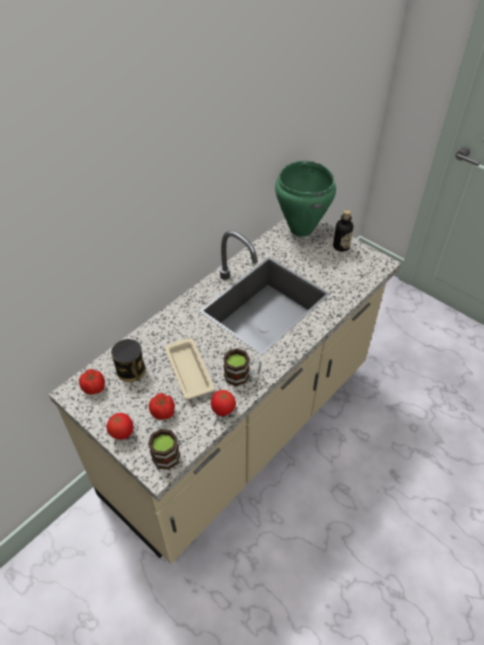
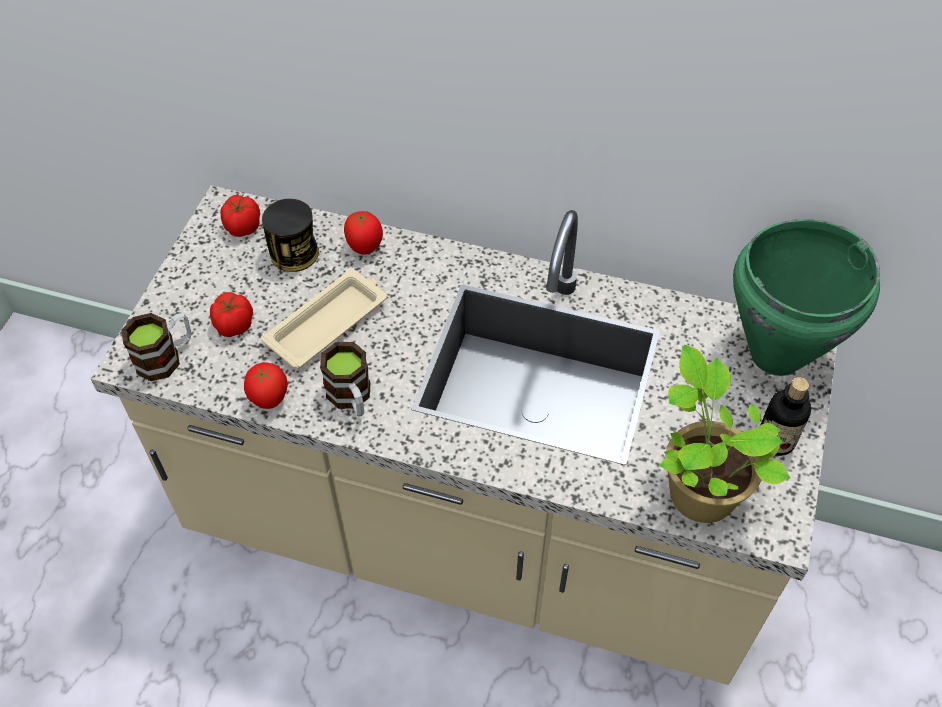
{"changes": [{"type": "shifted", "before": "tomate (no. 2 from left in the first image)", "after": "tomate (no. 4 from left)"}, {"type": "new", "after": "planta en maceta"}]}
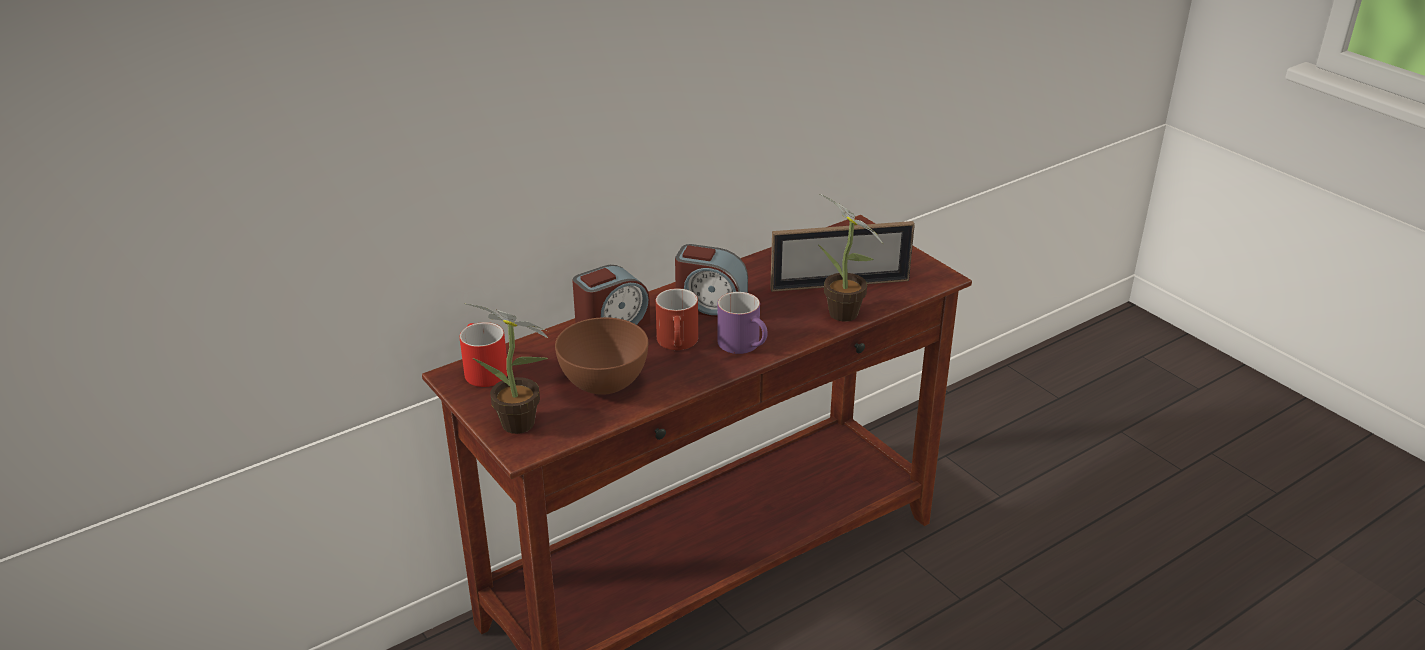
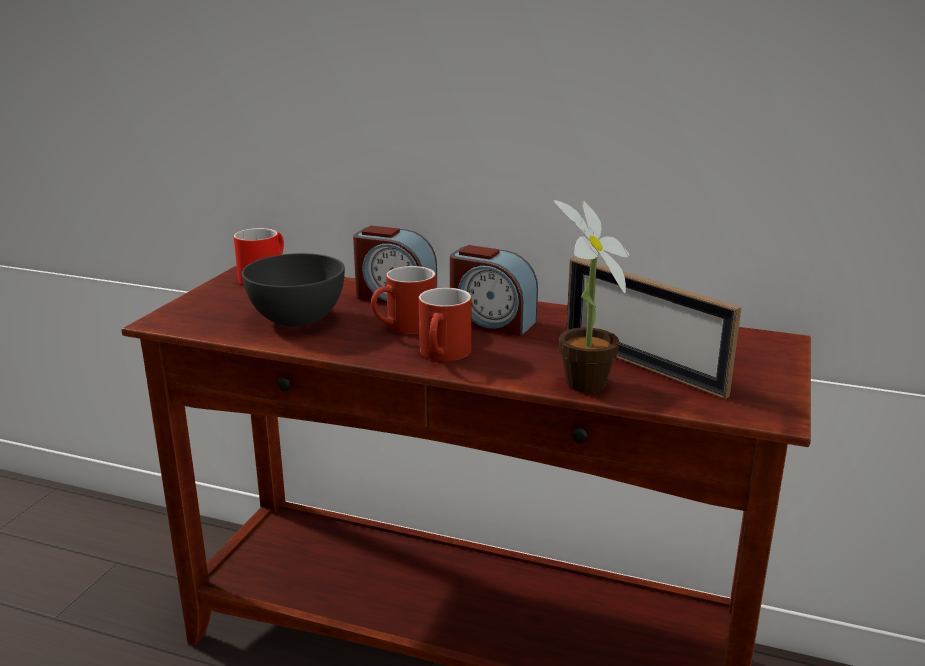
{"changes": [{"type": "gone", "before": "planta en maceta (no. 1 from left)"}, {"type": "repainted", "before": "cuenco (marrón)", "after": "cuenco (gris)"}, {"type": "rotated", "before": "despertador (no. 2 from left)", "turn": -45}, {"type": "repainted", "before": "taza grande (morado)", "after": "taza grande (rojo) (no. 3 from left)"}]}
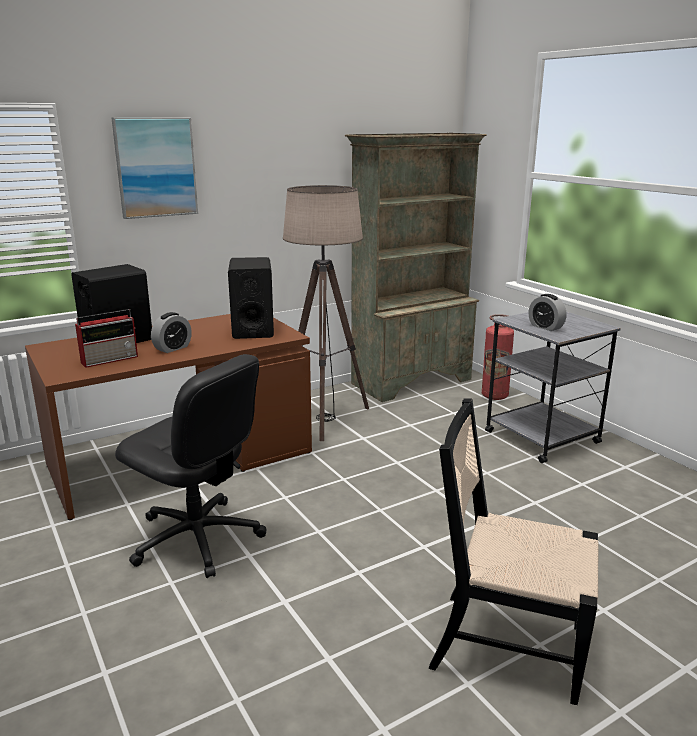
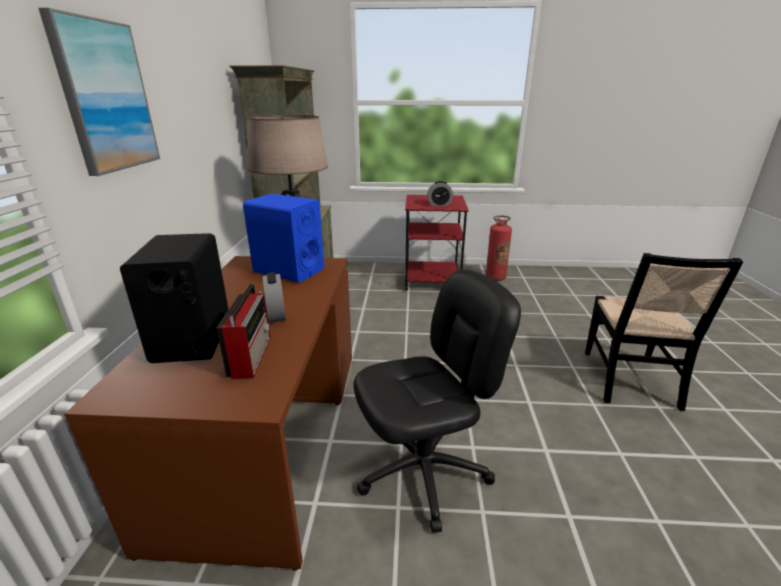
{"changes": [{"type": "repainted", "before": "altavoz (negro) (no. 2 from left)", "after": "altavoz (azul)"}, {"type": "rotated", "before": "silla", "turn": -45}, {"type": "shifted", "before": "extintor"}, {"type": "repainted", "before": "carrito (gris)", "after": "carrito (rojo)"}]}
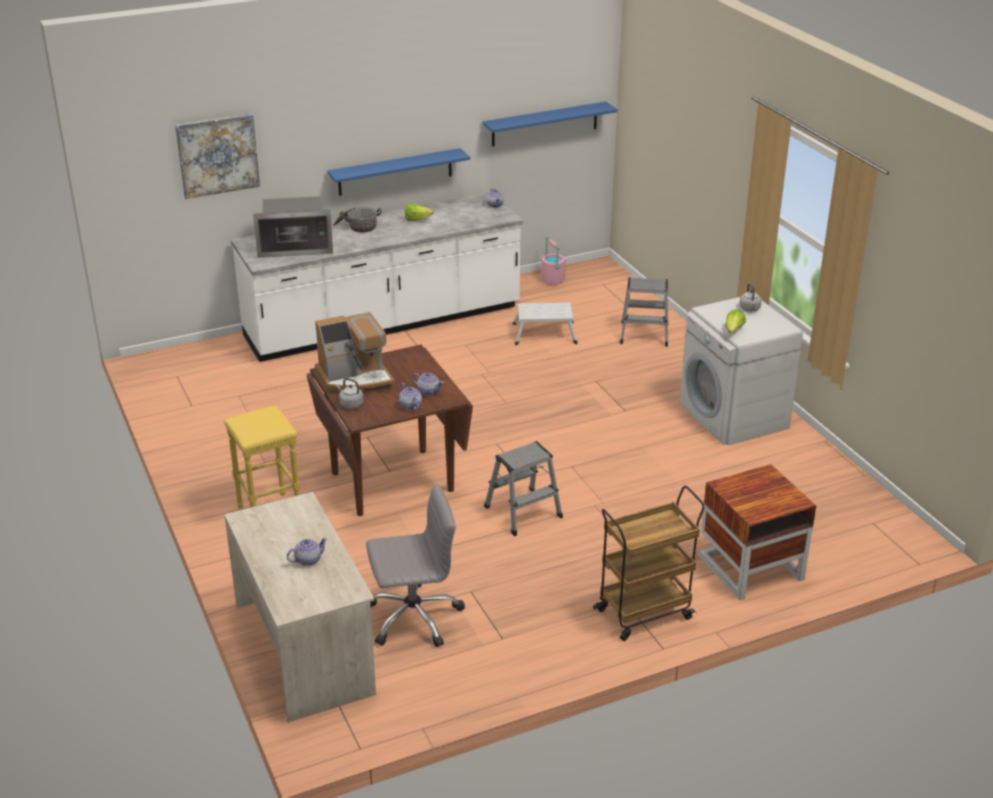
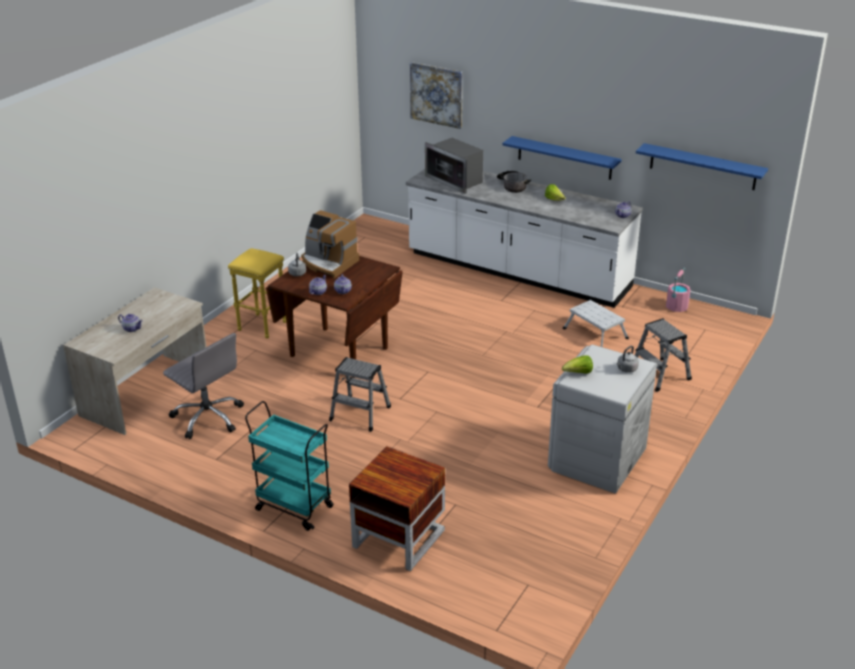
{"changes": [{"type": "repainted", "before": "carrito (marrón)", "after": "carrito (turquesa)"}]}
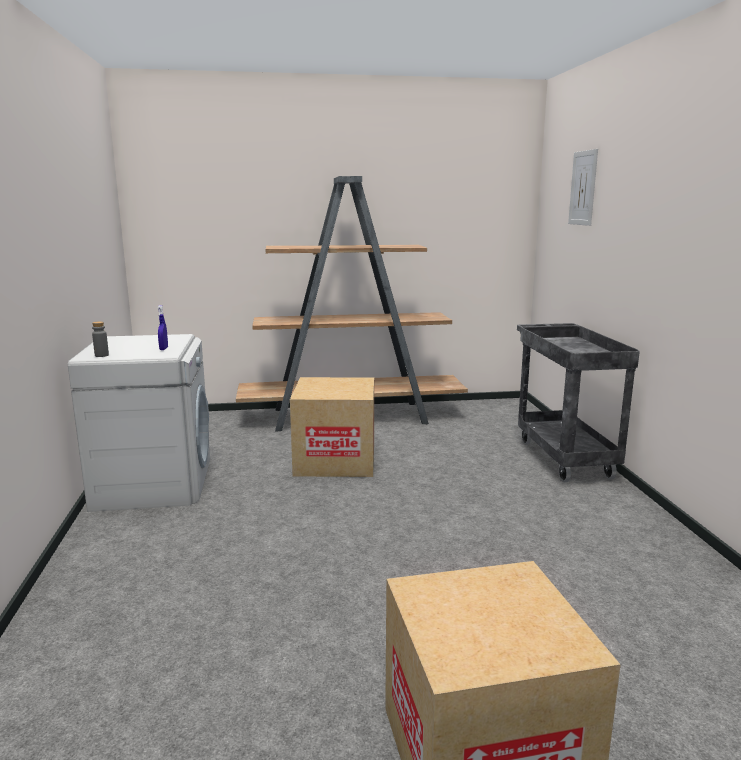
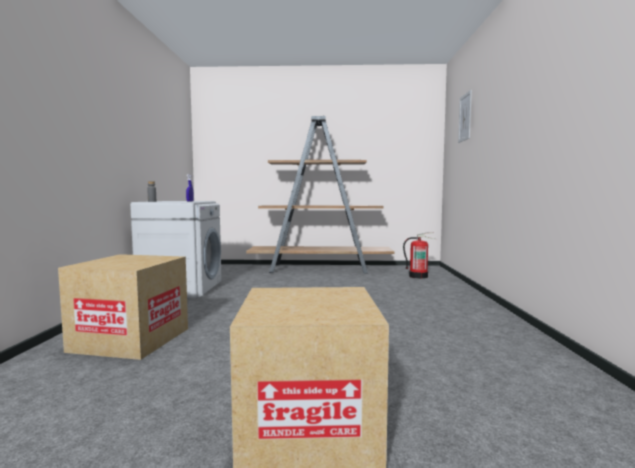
{"changes": [{"type": "shifted", "before": "caja de cartón (no. 1 from left)"}, {"type": "gone", "before": "carrito (gris)"}, {"type": "new", "after": "extintor"}]}
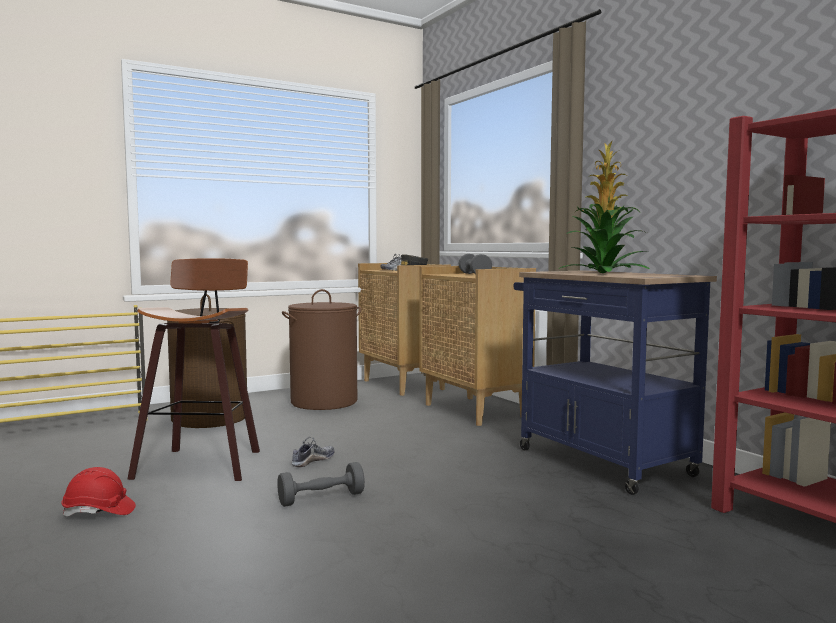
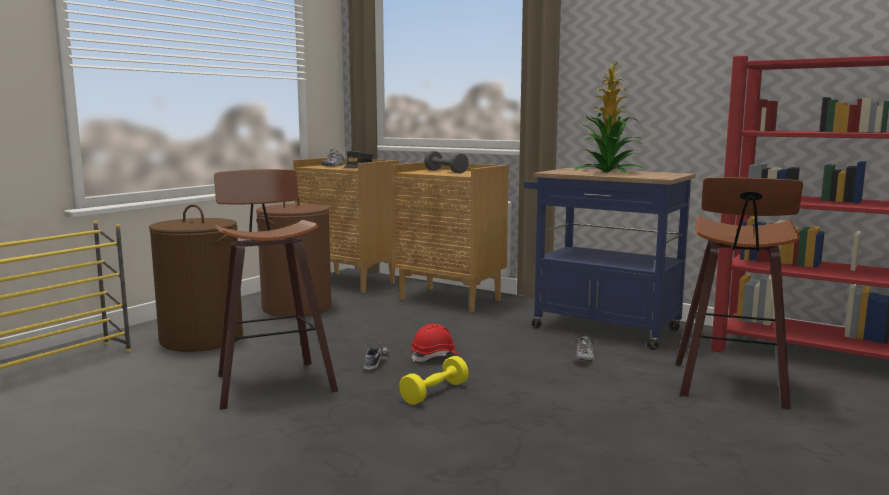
{"changes": [{"type": "shifted", "before": "casco (rojo)"}, {"type": "repainted", "before": "mancuerna (gris) (no. 1 from left)", "after": "mancuerna (amarillo)"}, {"type": "new", "after": "zapato (no. 3 from left)"}, {"type": "new", "after": "taburete (no. 2 from left)"}]}
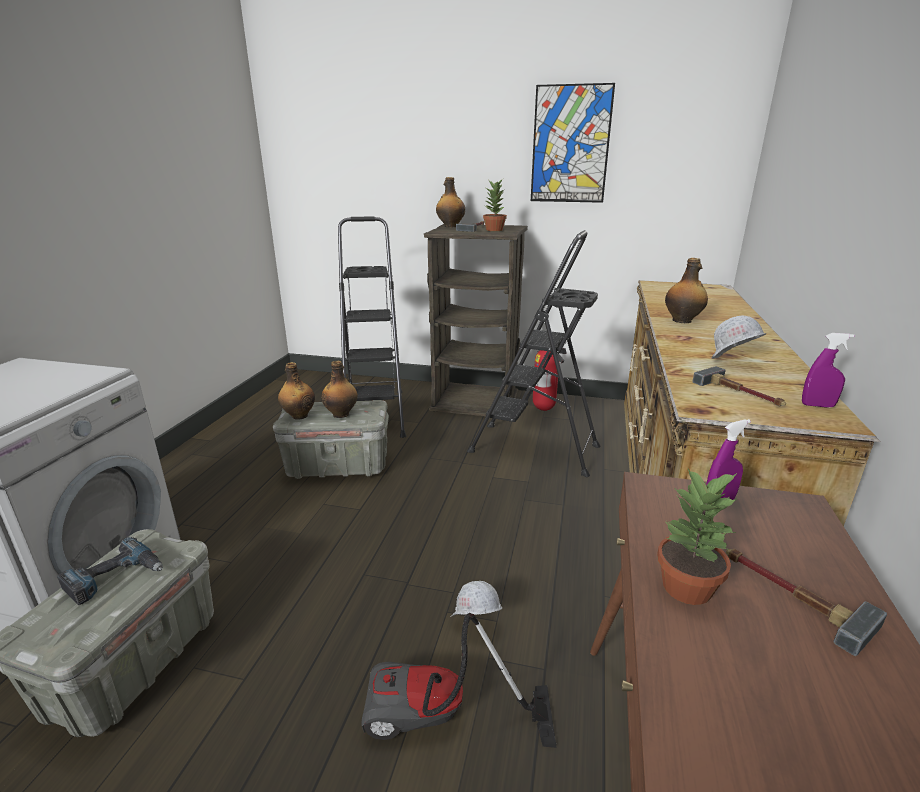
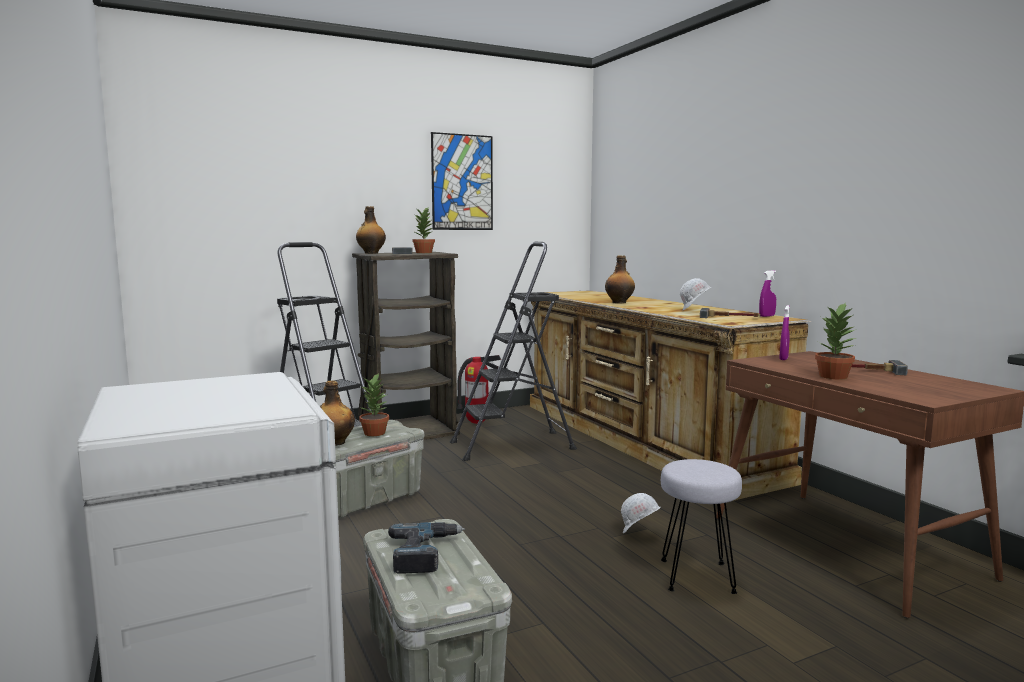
{"changes": [{"type": "swapped", "before": "botella (no. 2 from left)", "after": "planta en maceta (no. 1 from left)"}, {"type": "swapped", "before": "aspiradora", "after": "taburete (gris)"}]}
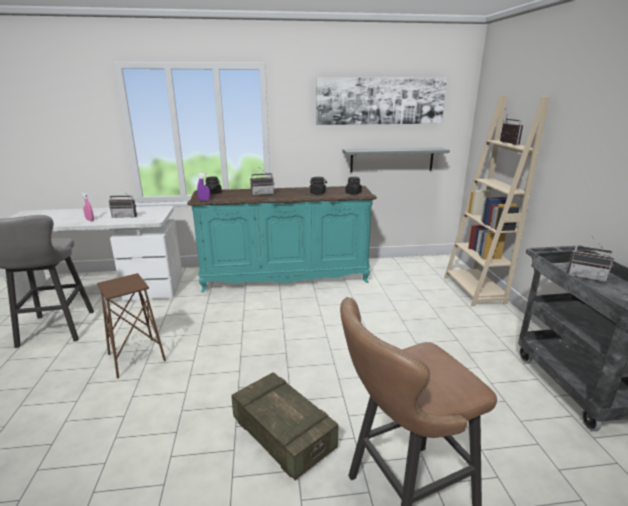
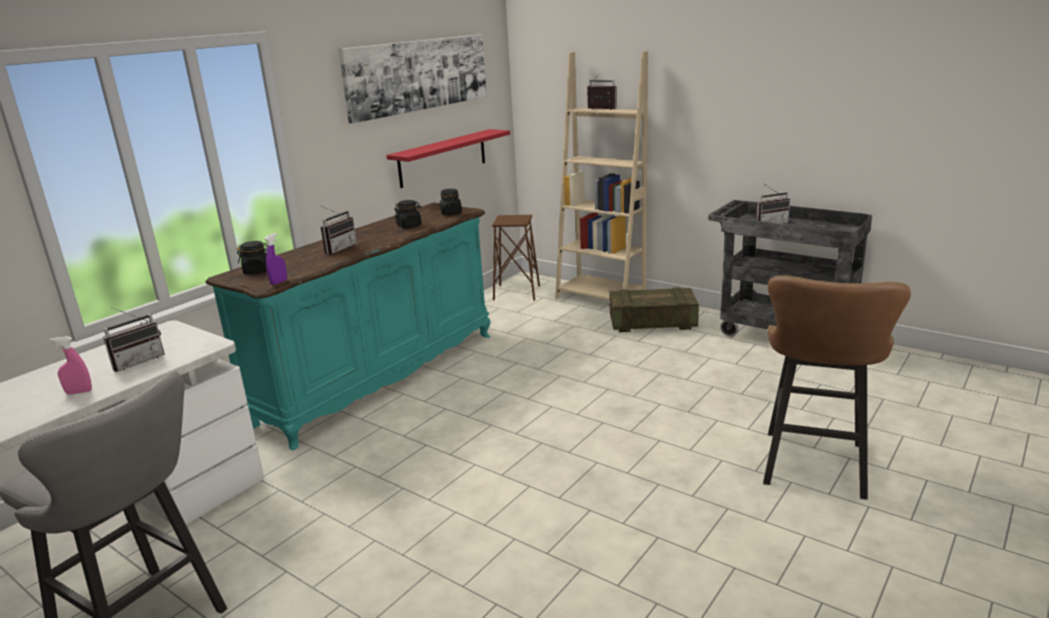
{"changes": [{"type": "shifted", "before": "taburete (marrón) (no. 1 from left)"}, {"type": "shifted", "before": "caja de embalaje"}, {"type": "repainted", "before": "estante (gris)", "after": "estante (rojo)"}]}
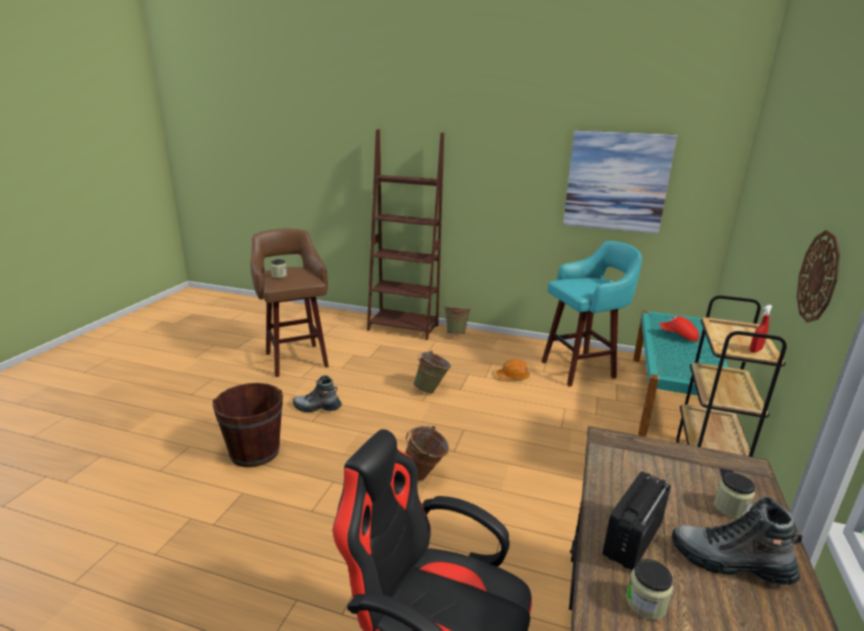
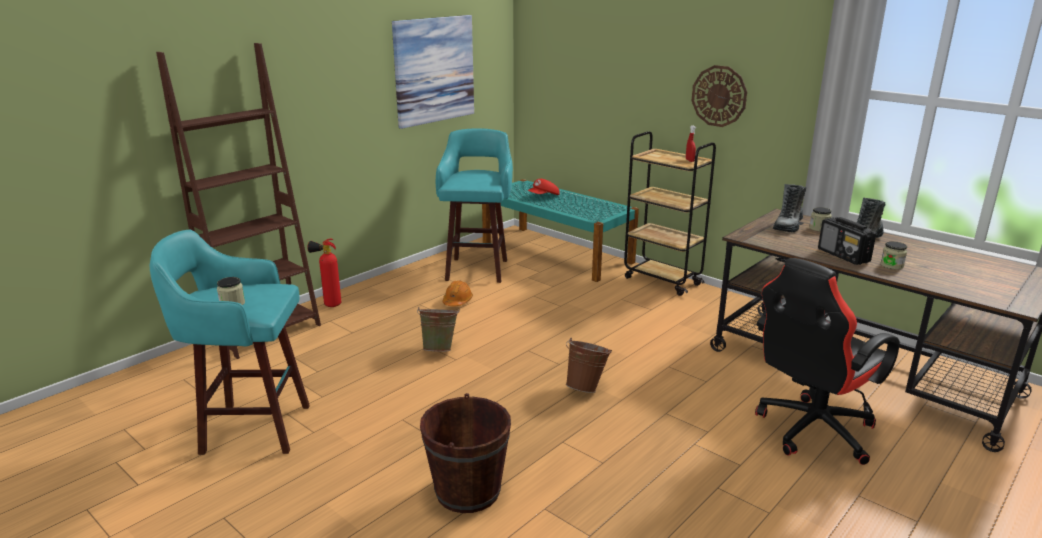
{"changes": [{"type": "repainted", "before": "taburete (marrón)", "after": "taburete (turquesa) (no. 1 from left)"}, {"type": "shifted", "before": "bota (no. 1 from left)"}, {"type": "swapped", "before": "cubo (verde) (no. 2 from left)", "after": "extintor"}]}
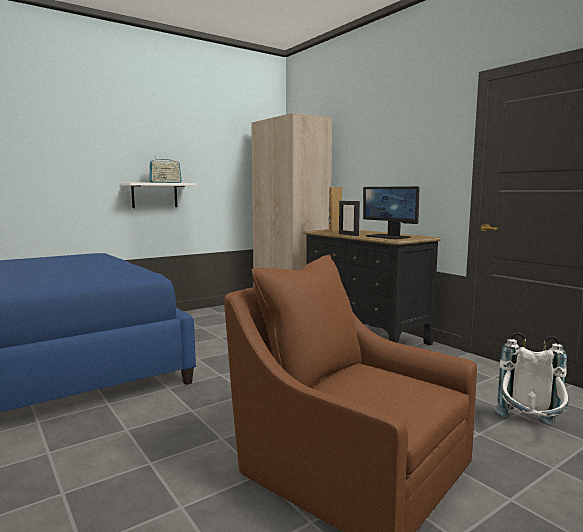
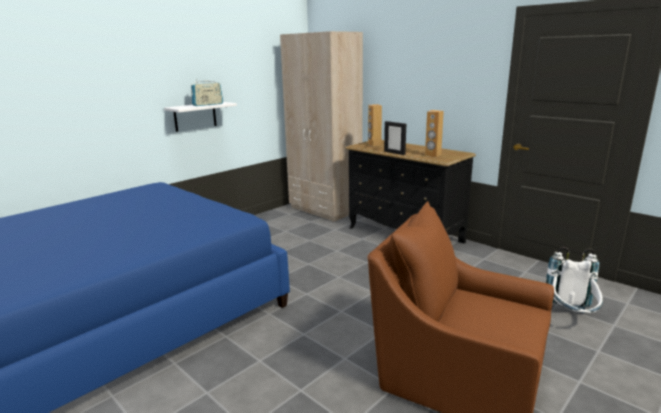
{"changes": [{"type": "swapped", "before": "monitor", "after": "altavoz (marrón) (no. 2 from left)"}]}
